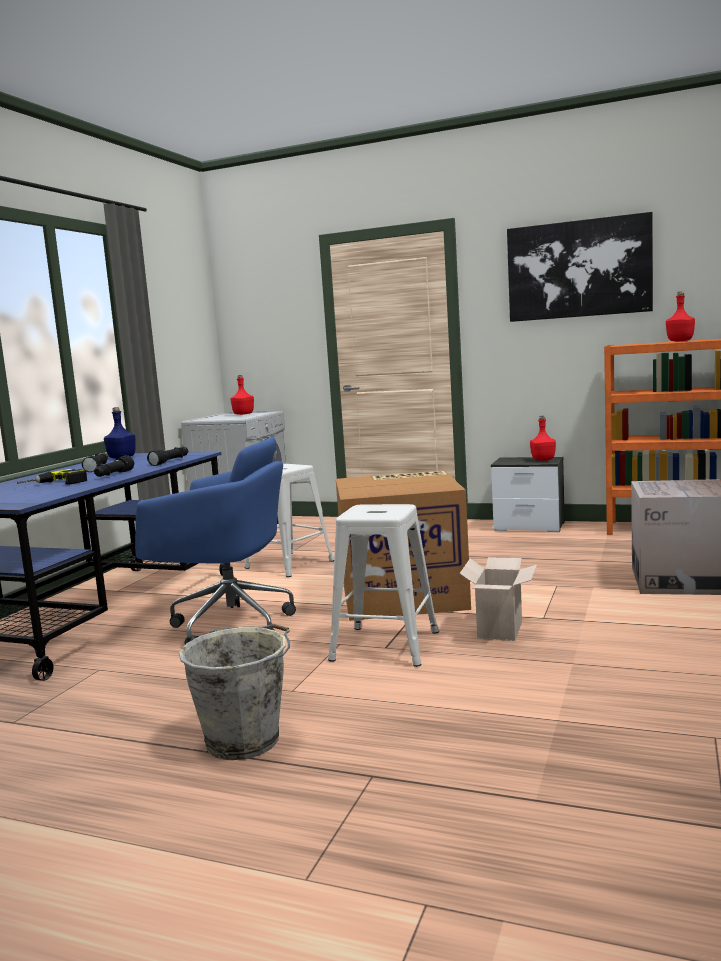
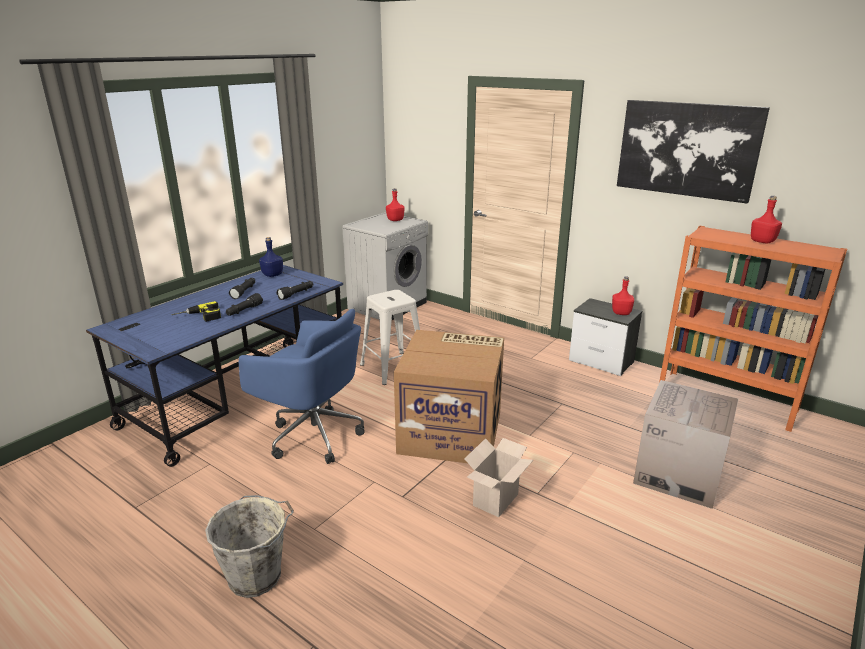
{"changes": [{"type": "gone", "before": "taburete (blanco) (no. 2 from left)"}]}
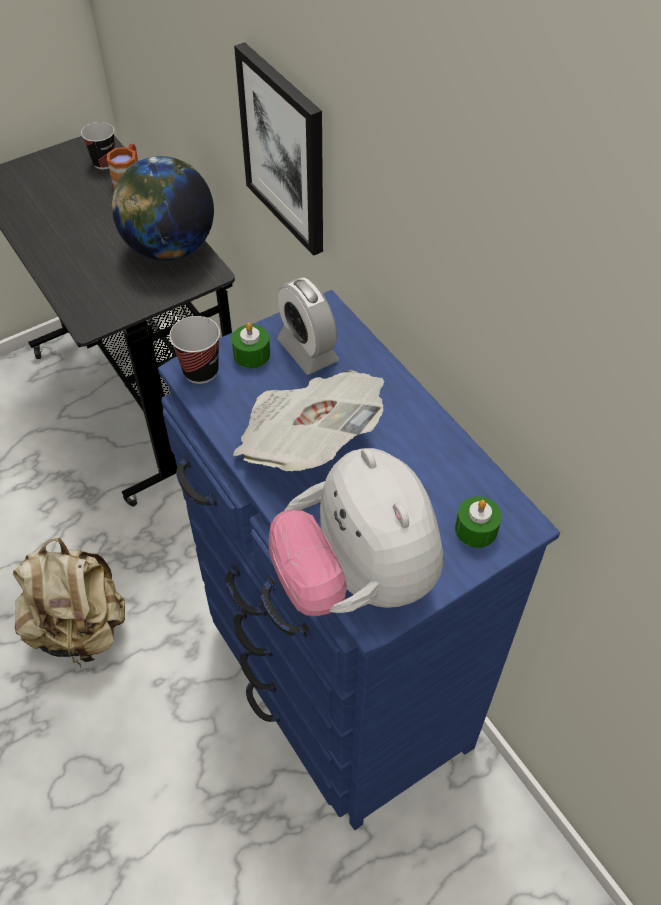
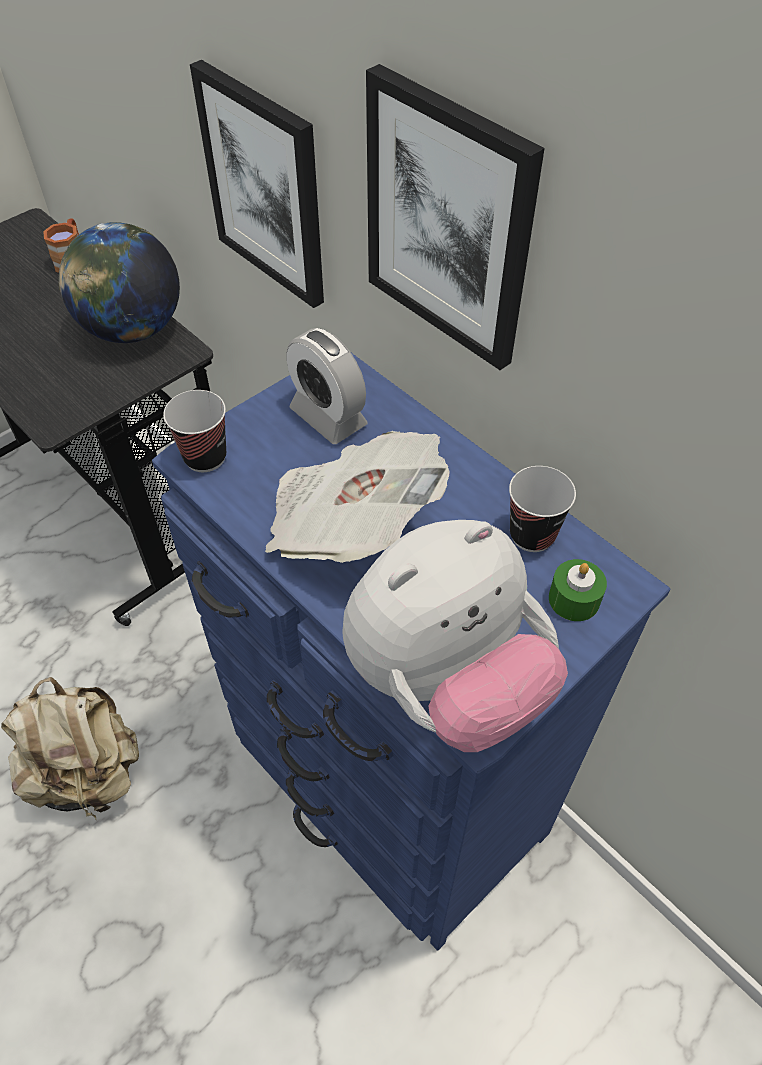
{"changes": [{"type": "shifted", "before": "taza (no. 1 from left in the first image)", "after": "taza (no. 2 from left)"}, {"type": "gone", "before": "vela (verde) (no. 1 from left)"}, {"type": "rotated", "before": "peluche", "turn": -90}, {"type": "new", "after": "cuadro (no. 2 from left)"}]}
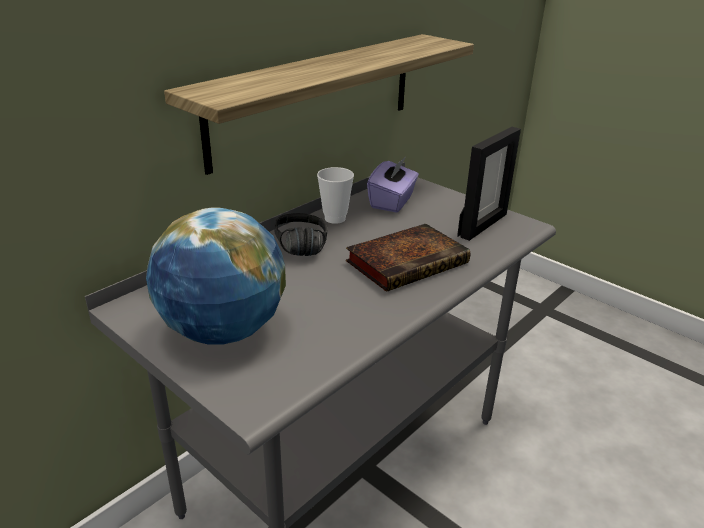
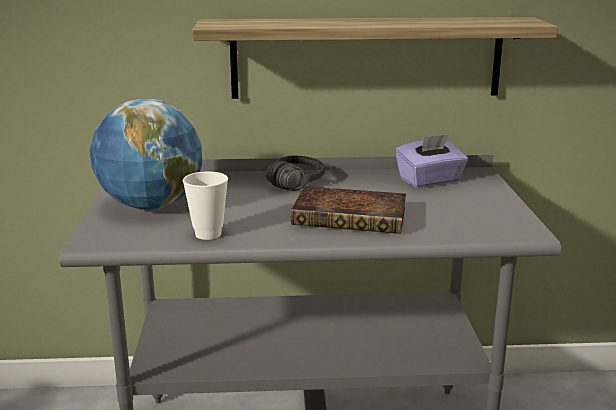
{"changes": [{"type": "shifted", "before": "taza"}, {"type": "gone", "before": "portarretratos"}]}
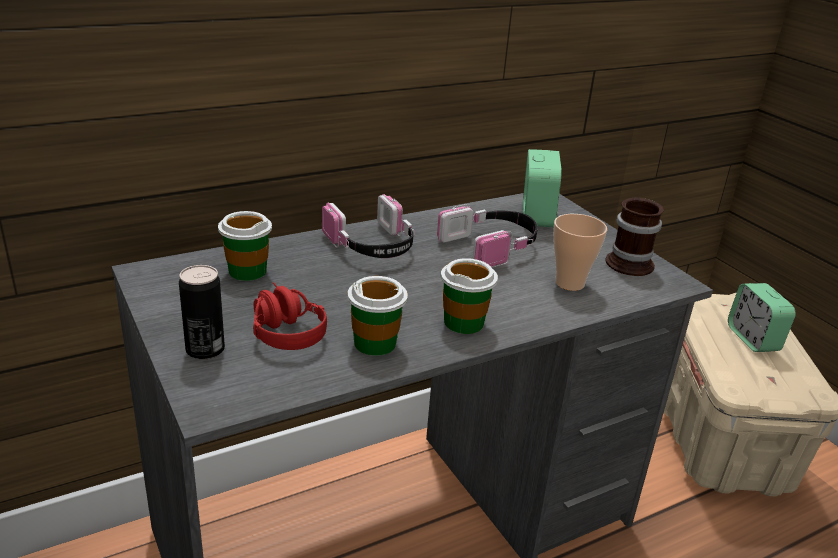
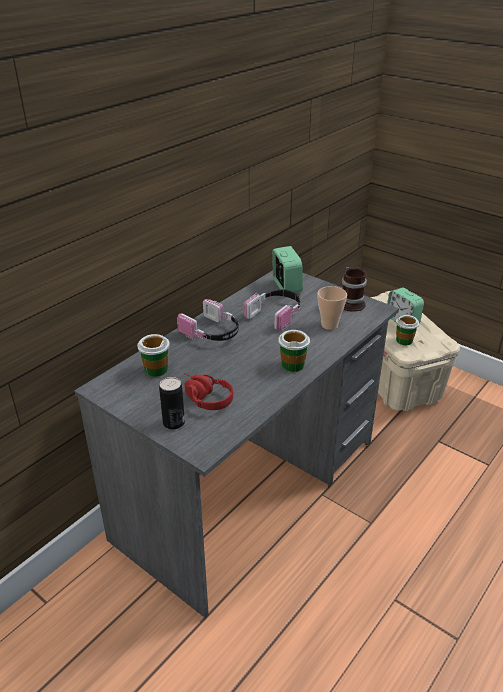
{"changes": [{"type": "shifted", "before": "taza (no. 2 from left in the first image)", "after": "taza (no. 4 from left)"}]}
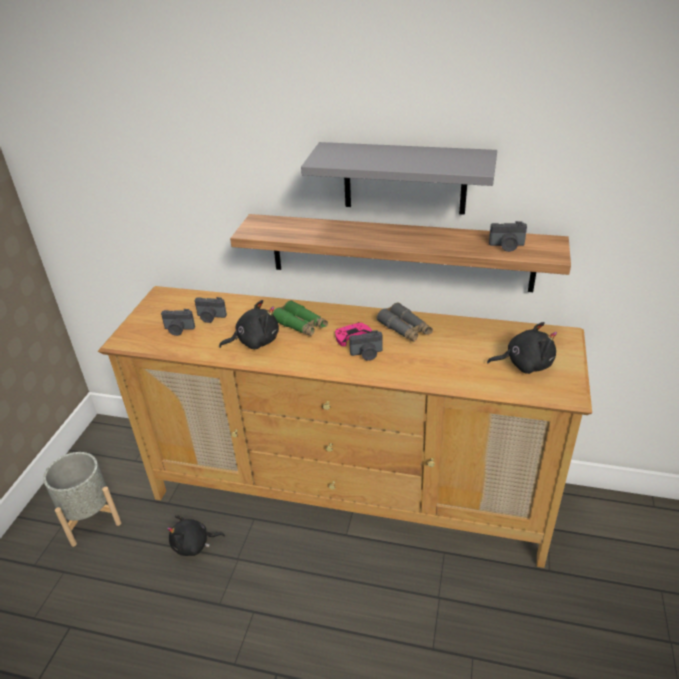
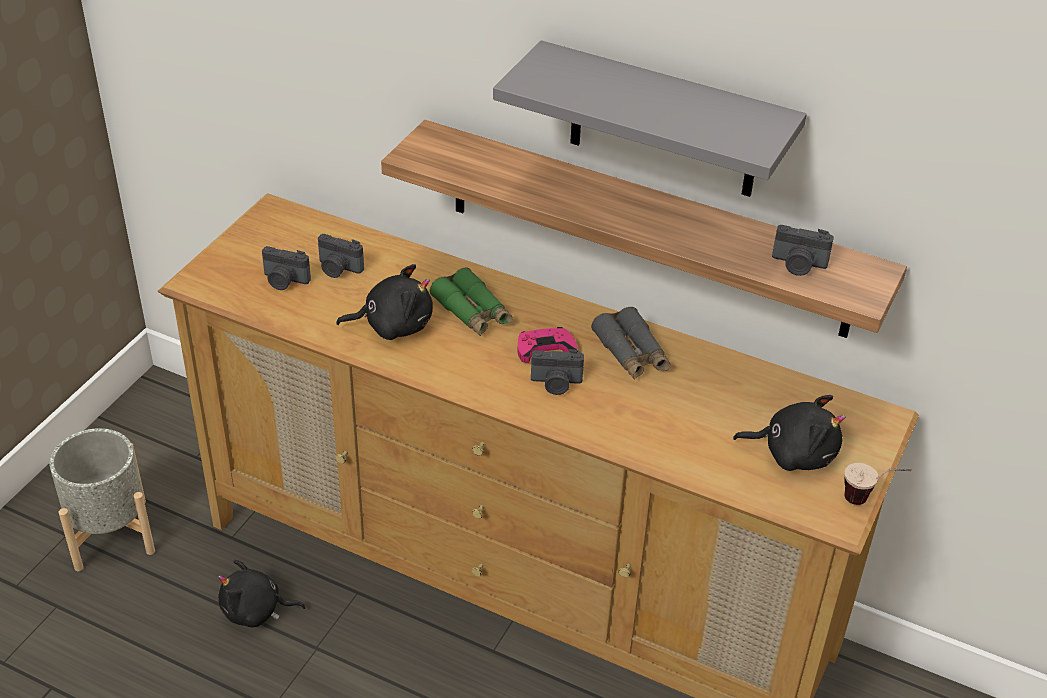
{"changes": [{"type": "new", "after": "taza"}]}
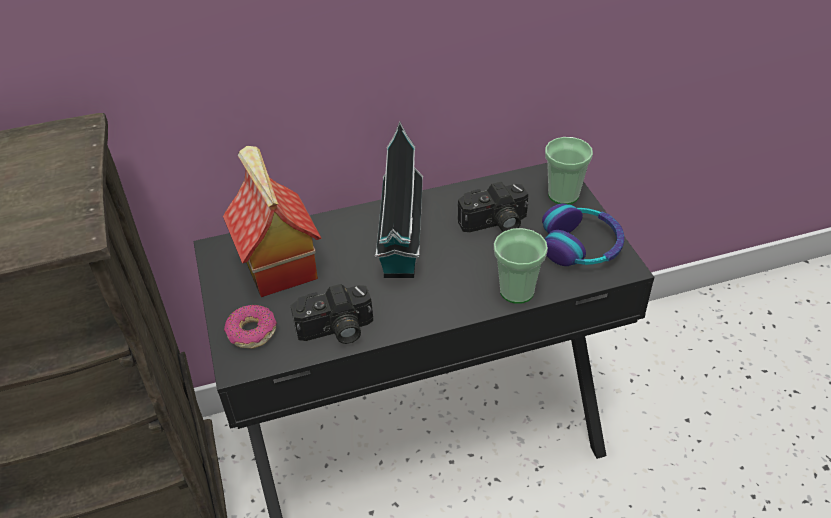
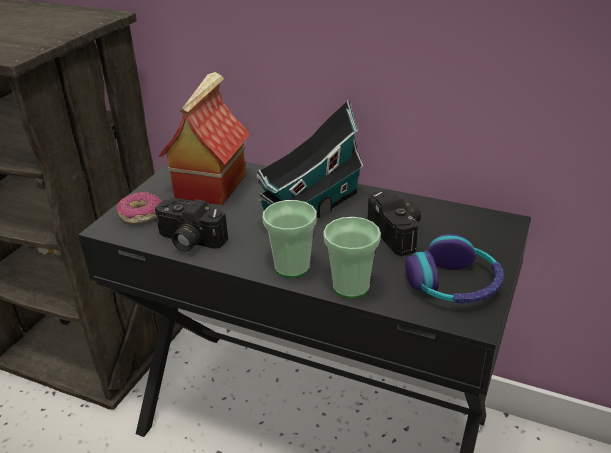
{"changes": [{"type": "rotated", "before": "cámara (no. 2 from left)", "turn": -135}, {"type": "shifted", "before": "taza (no. 2 from left in the first image)", "after": "taza (no. 1 from left)"}]}
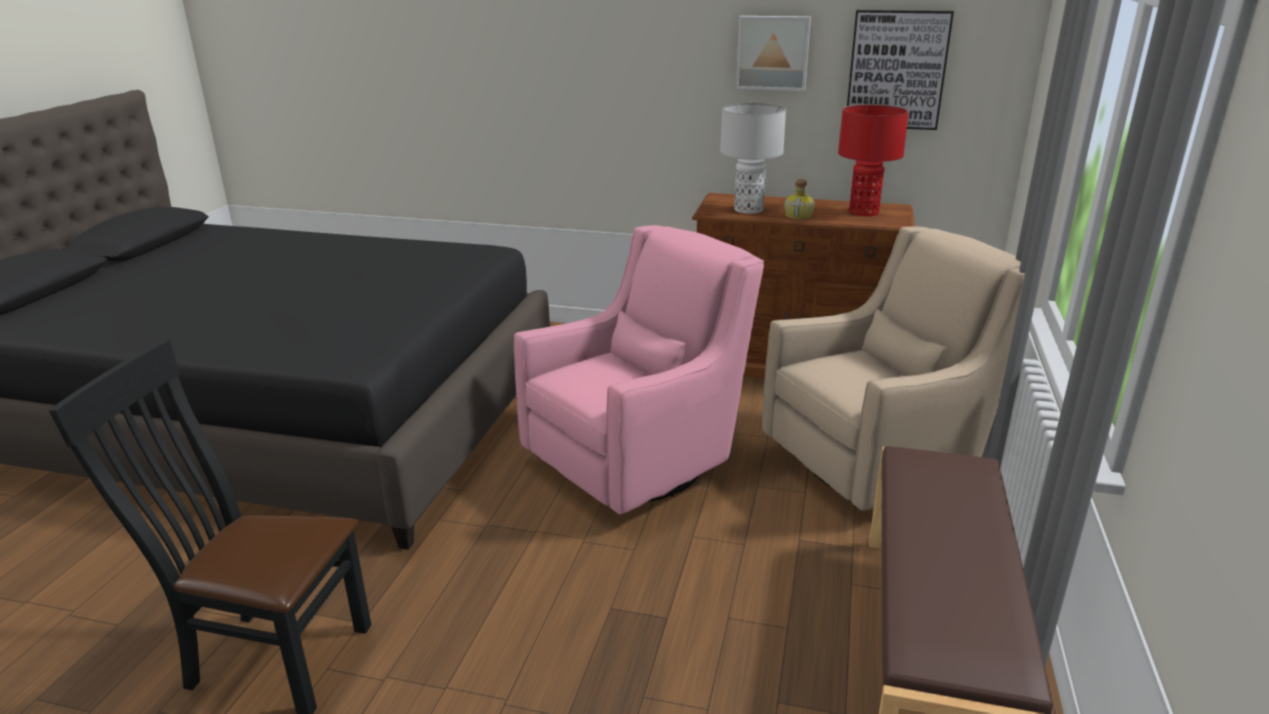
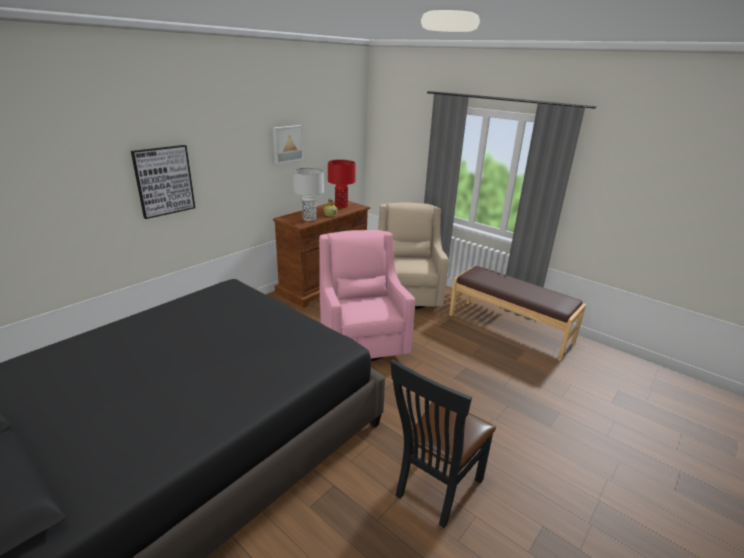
{"changes": [{"type": "shifted", "before": "cuadro (no. 2 from left in the first image)", "after": "cuadro (no. 1 from left)"}]}
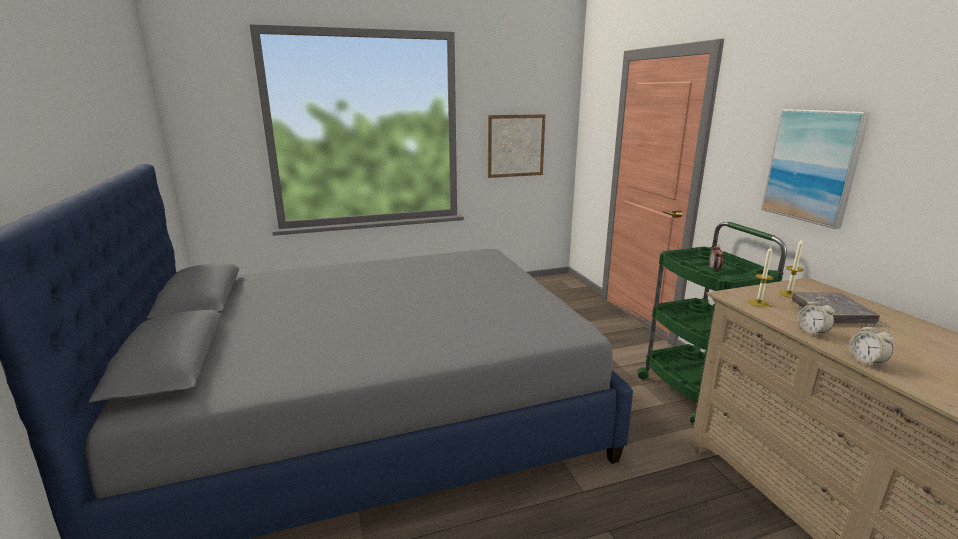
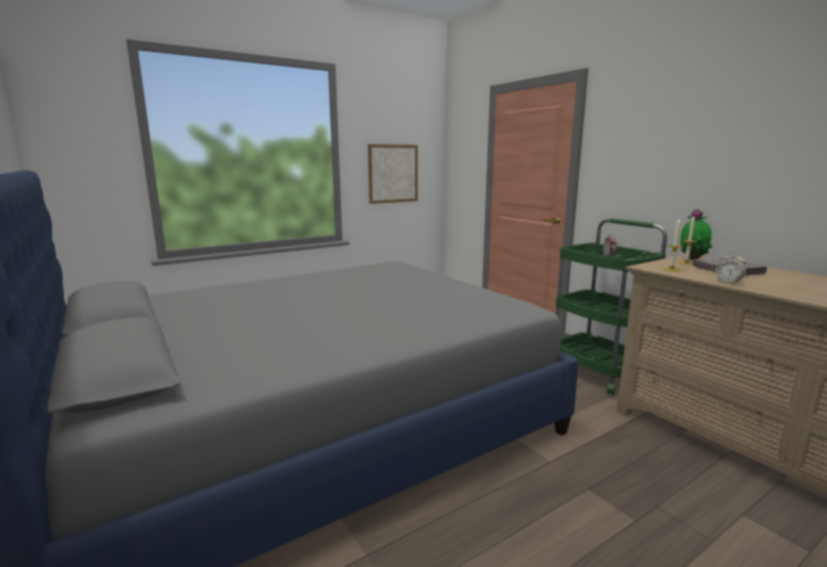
{"changes": [{"type": "gone", "before": "cuadro (no. 2 from left)"}, {"type": "gone", "before": "despertador (no. 3 from left)"}, {"type": "new", "after": "planta en maceta"}]}
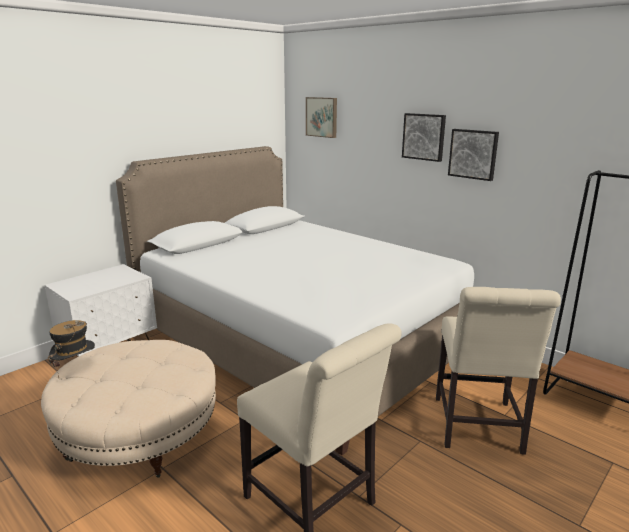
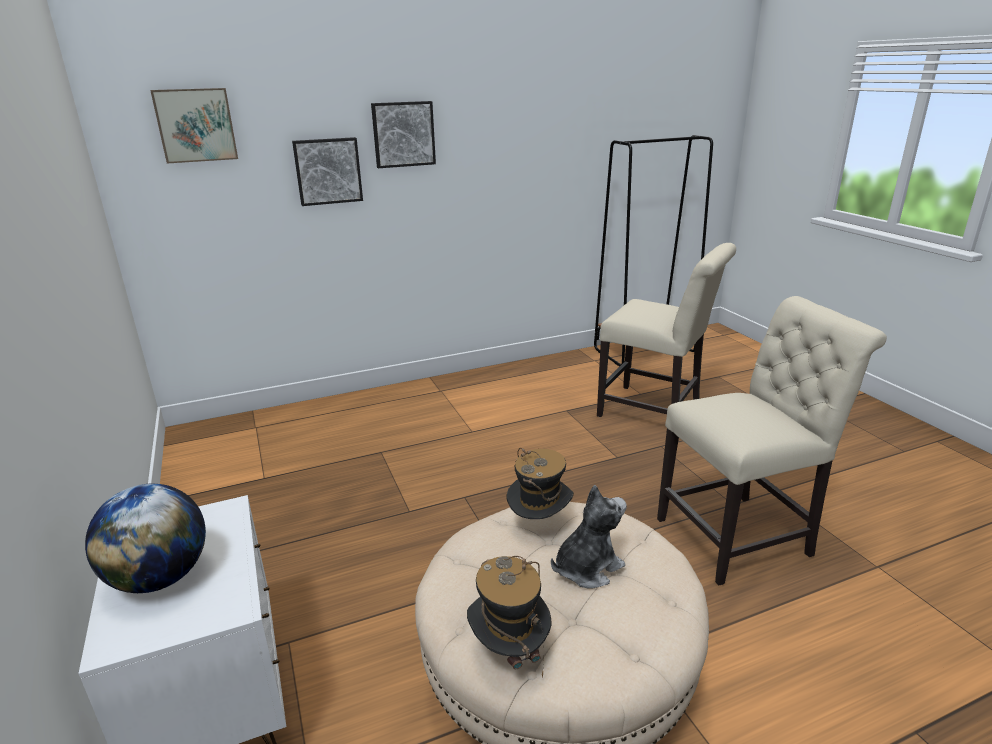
{"changes": [{"type": "gone", "before": "cama (blanco)"}, {"type": "shifted", "before": "cuadro (no. 3 from left in the first image)", "after": "cuadro (no. 2 from left)"}, {"type": "new", "after": "globo terráqueo"}, {"type": "new", "after": "sombrero (no. 2 from left)"}, {"type": "new", "after": "peluche"}]}
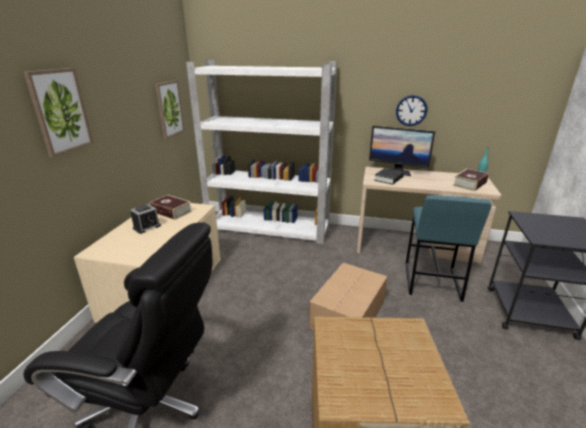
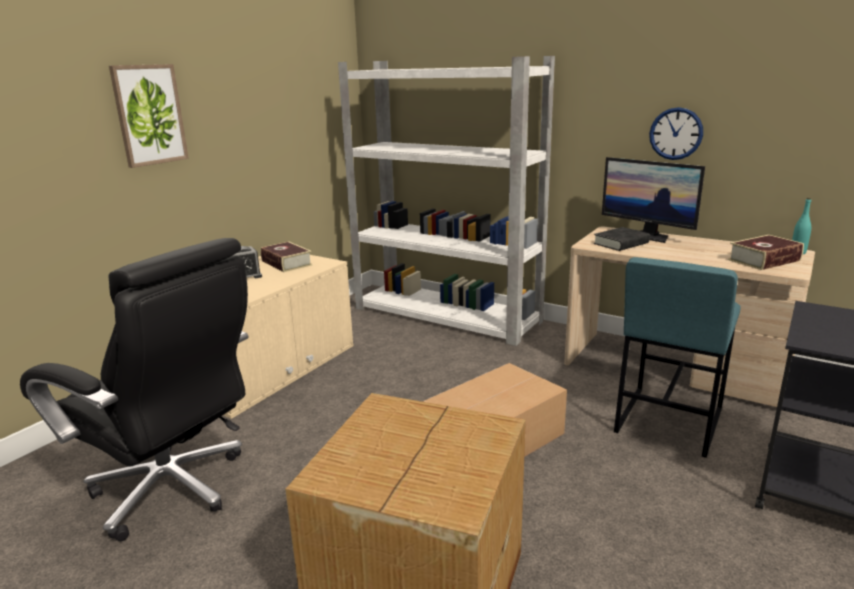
{"changes": [{"type": "gone", "before": "cuadro (no. 2 from left)"}]}
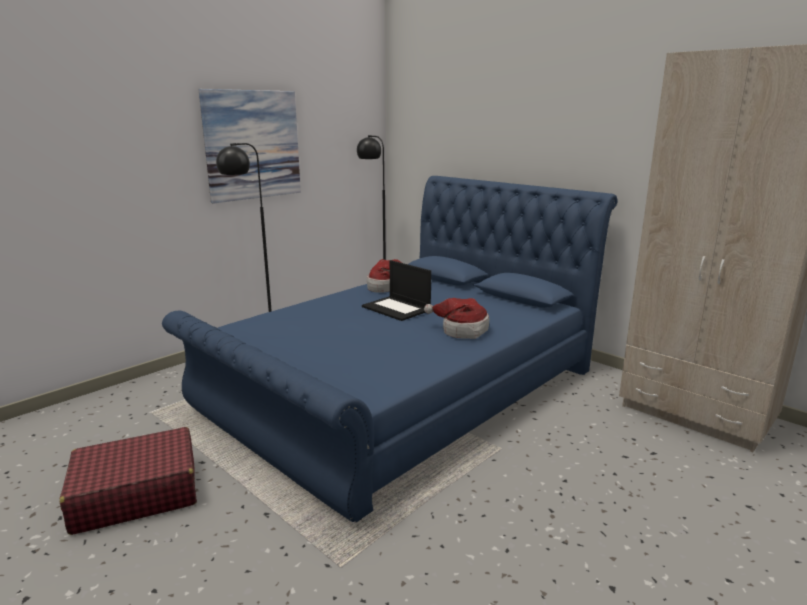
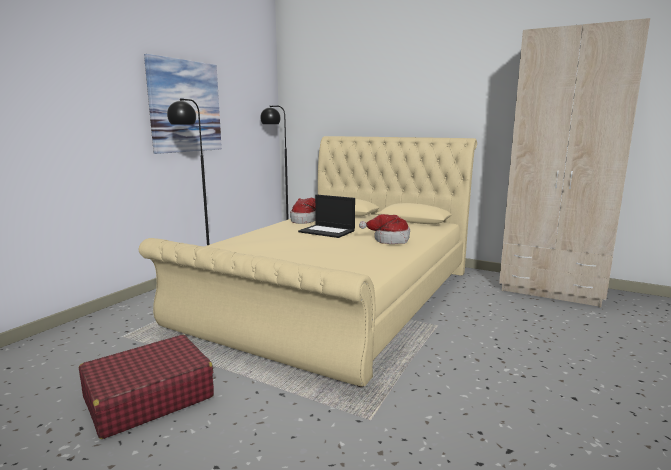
{"changes": [{"type": "repainted", "before": "cama (azul)", "after": "cama (beis)"}]}
